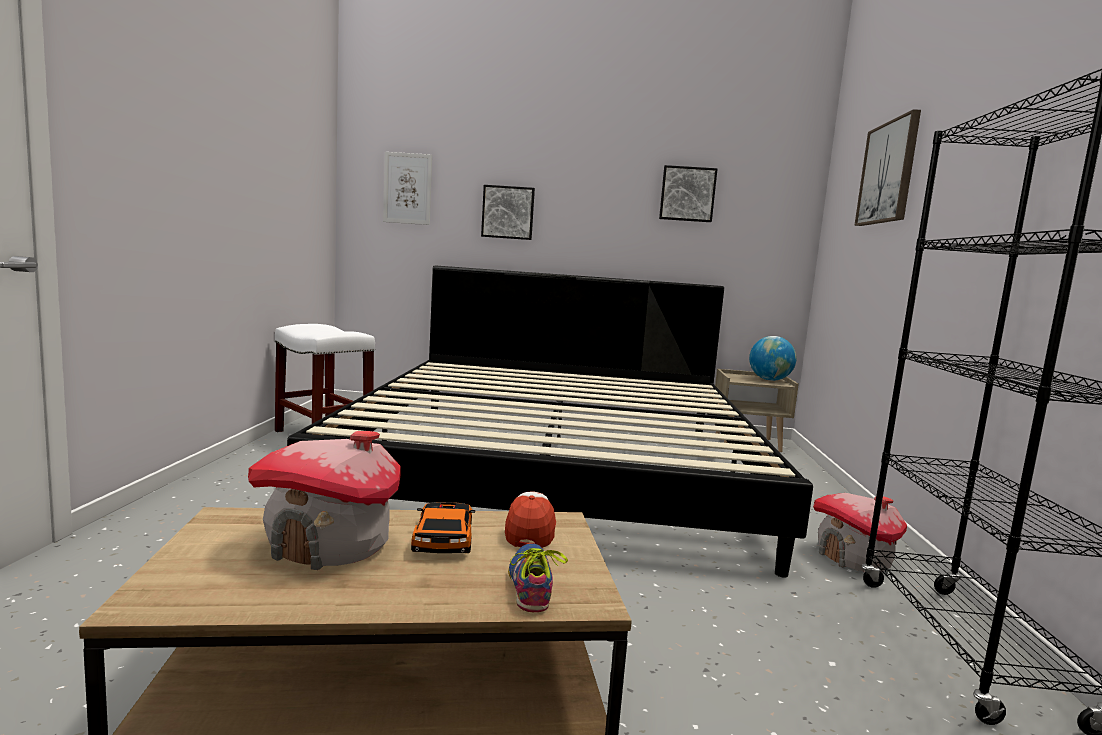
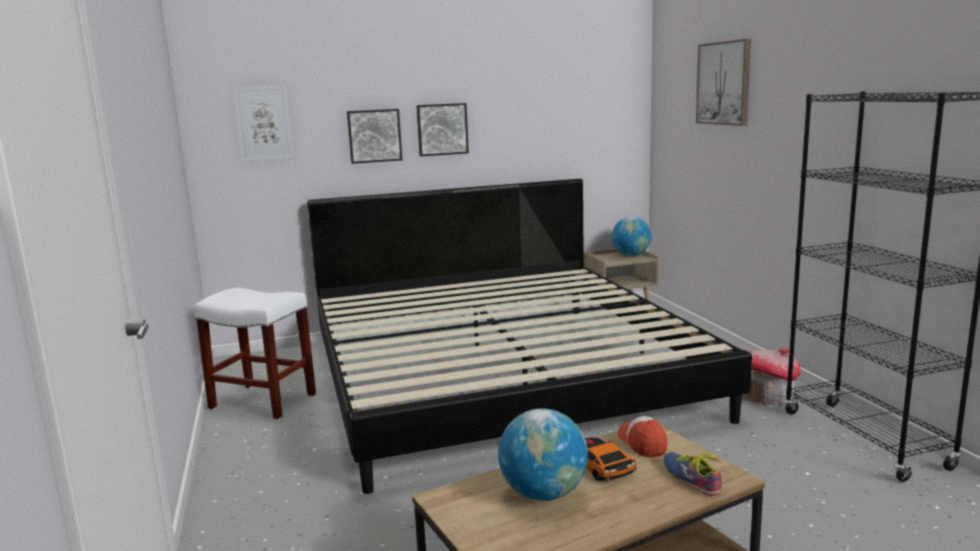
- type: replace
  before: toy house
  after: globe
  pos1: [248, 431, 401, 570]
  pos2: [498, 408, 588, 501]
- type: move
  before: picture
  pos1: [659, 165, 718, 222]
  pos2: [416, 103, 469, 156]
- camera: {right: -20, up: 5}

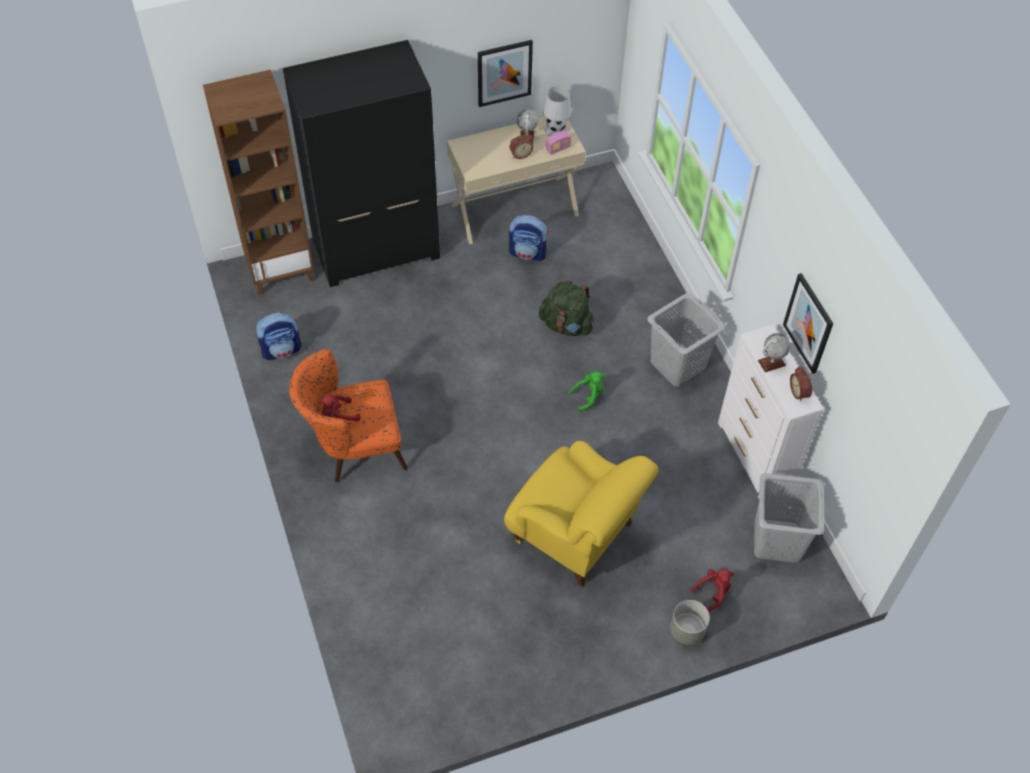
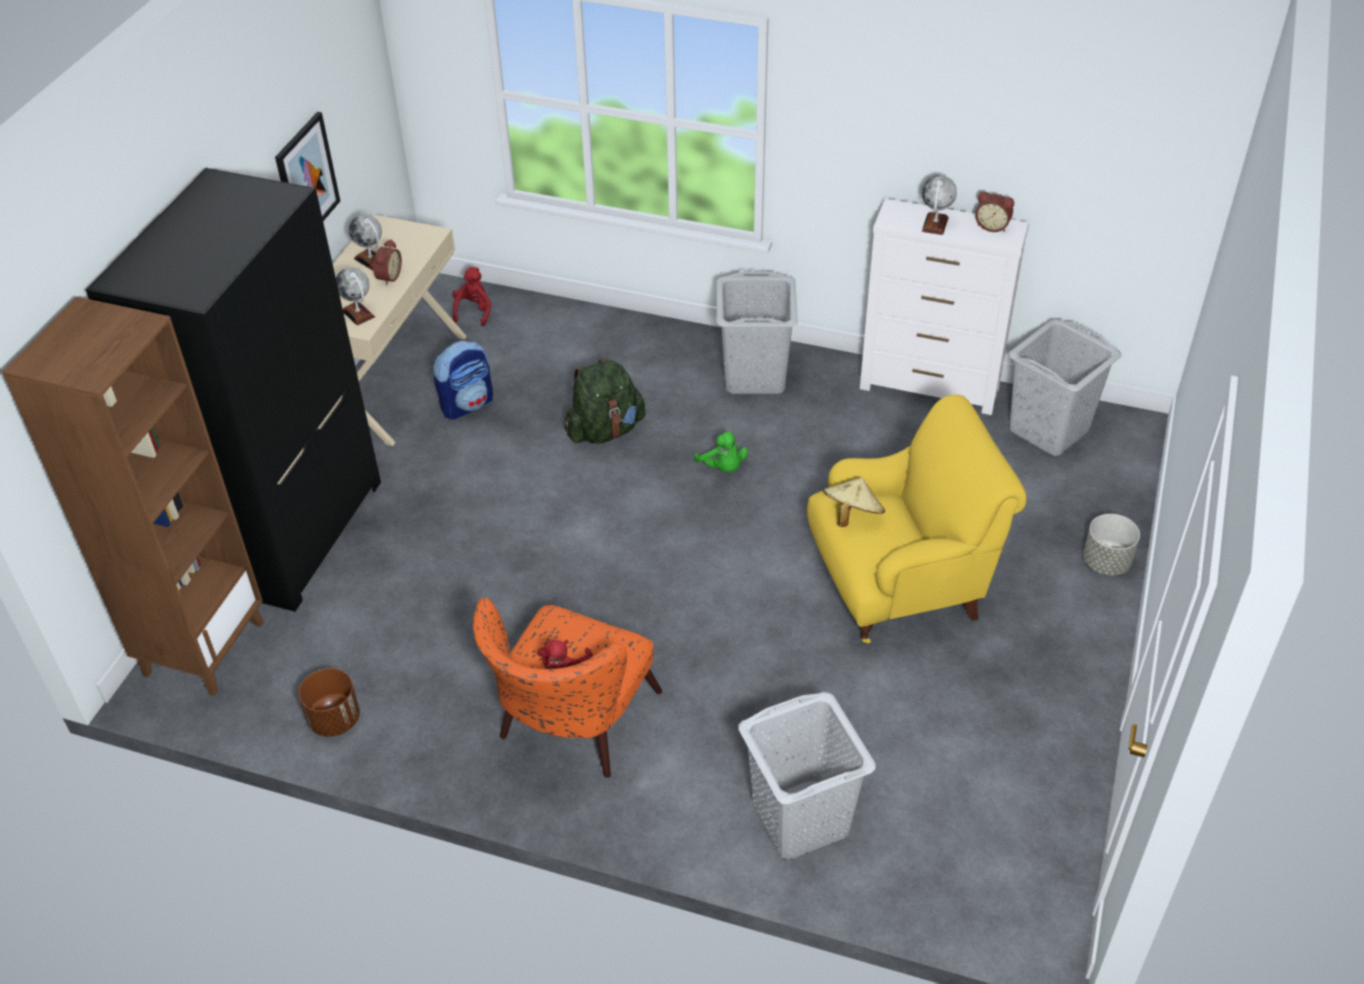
- type: replace
  before: backpack
  after: brown planter
  pos1: [256, 312, 302, 360]
  pos2: [298, 668, 360, 737]
- type: delete
  before: white table lamp
  pos1: [544, 86, 571, 136]
- type: delete
  before: radio
  pos1: [546, 131, 571, 155]
- type: rotate
  before: green plush toy
  pos1: [568, 371, 605, 412]
  pos2: [694, 430, 748, 472]
  turn: 135
- type: move
  before: red plush toy
  pos1: [691, 569, 734, 611]
  pos2: [453, 267, 491, 326]
- type: delete
  before: picture
  pos1: [783, 273, 833, 374]
- type: insert
  after: globe
  pos2: [336, 267, 375, 326]
- type: insert
  after: grey laundry basket
  pos2: [738, 692, 876, 859]
- type: insert
  after: beige hat
  pos2: [823, 477, 885, 527]
- camera: {right: -50, up: -10}

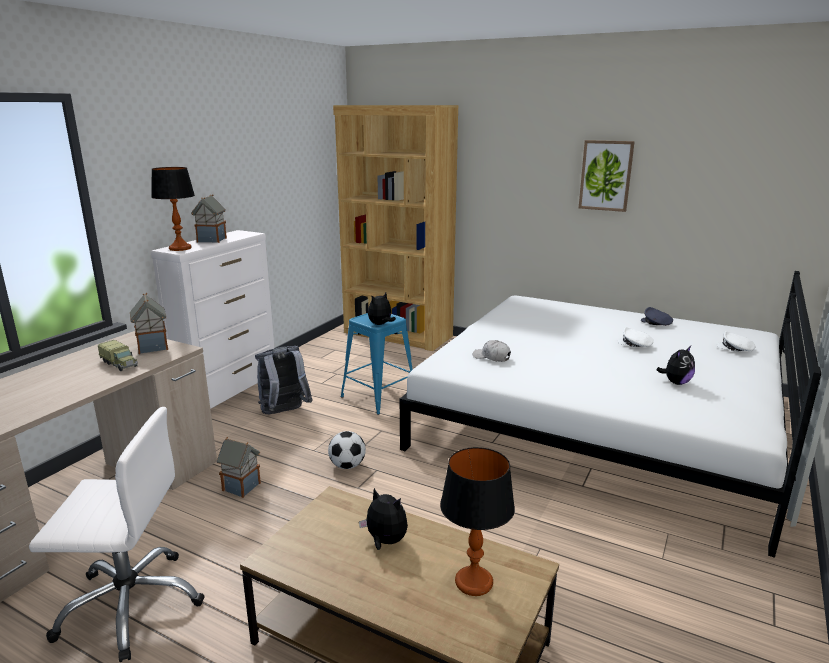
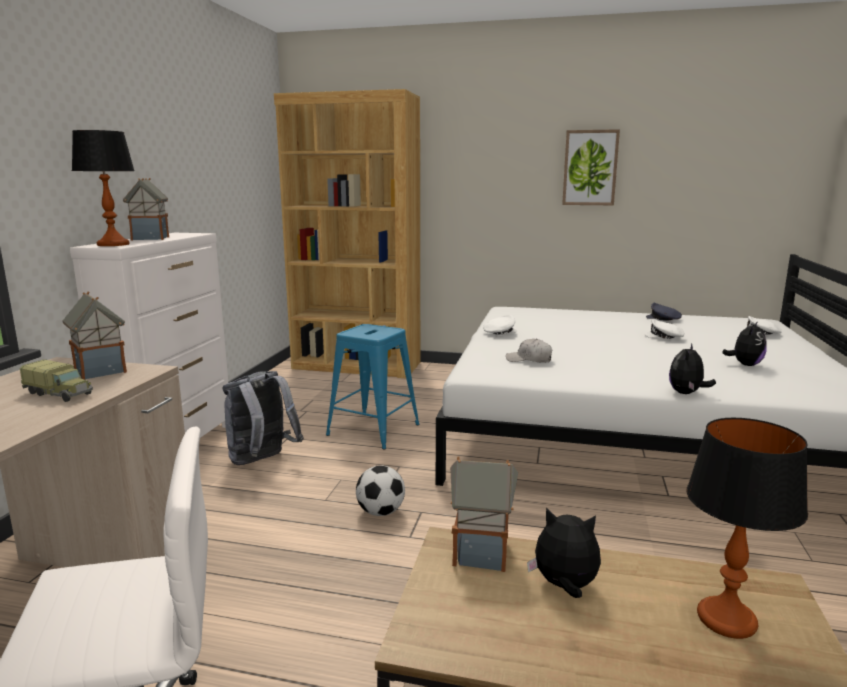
- type: move
  before: toy house
  pos1: [217, 437, 261, 498]
  pos2: [450, 456, 518, 572]
- type: move
  before: plush toy
  pos1: [368, 293, 396, 325]
  pos2: [669, 343, 716, 394]
- type: insert
  after: white cap
  pos2: [483, 315, 517, 335]
- camera: {right: -15, up: -5}

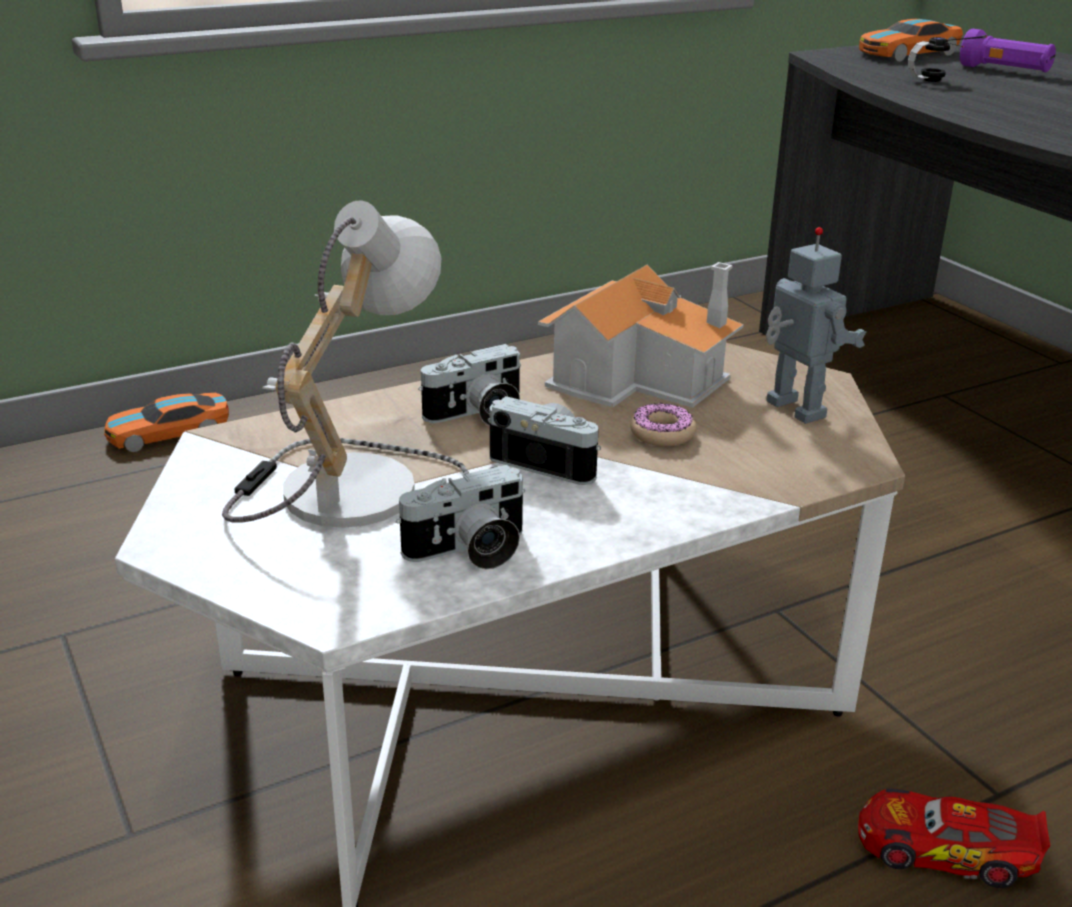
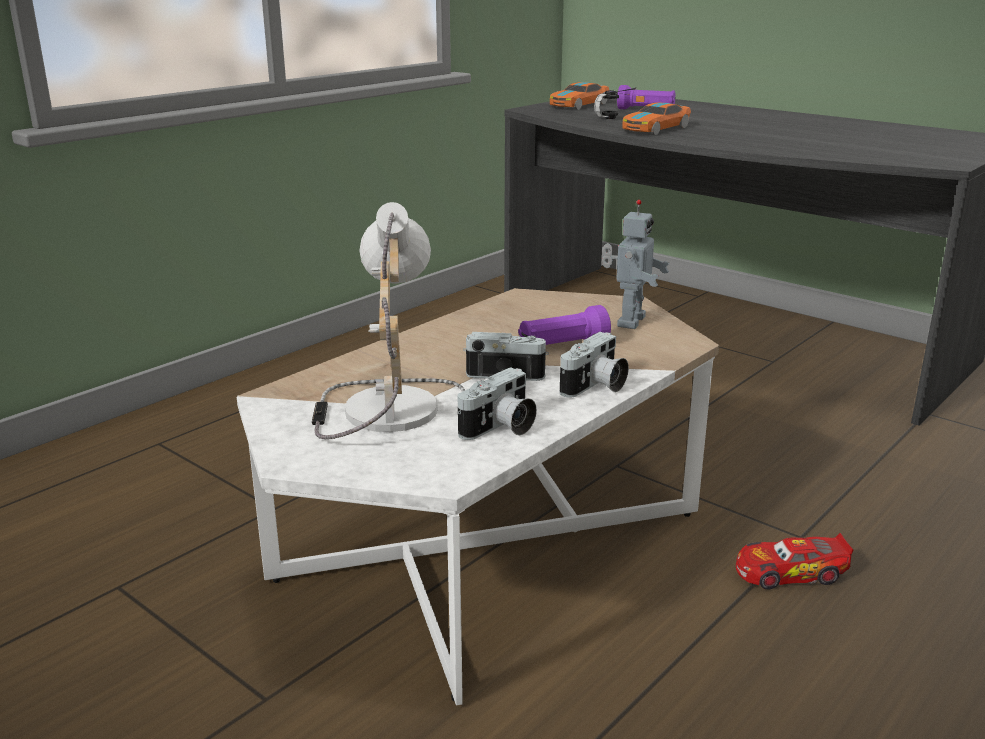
- type: move
  before: toy car
  pos1: [104, 393, 229, 452]
  pos2: [622, 102, 691, 135]
- type: move
  before: photo camera
  pos1: [418, 344, 521, 426]
  pos2: [560, 332, 629, 398]
- type: delete
  before: toy house
  pos1: [538, 262, 744, 408]
- type: replace
  before: donut
  after: purple flashlight
  pos1: [630, 403, 696, 446]
  pos2: [518, 305, 611, 345]
- type: rotate
  before: toy robot
  pos1: [766, 227, 867, 424]
  pos2: [602, 200, 669, 329]
  turn: 75
- camera: {right: -20, up: -5}

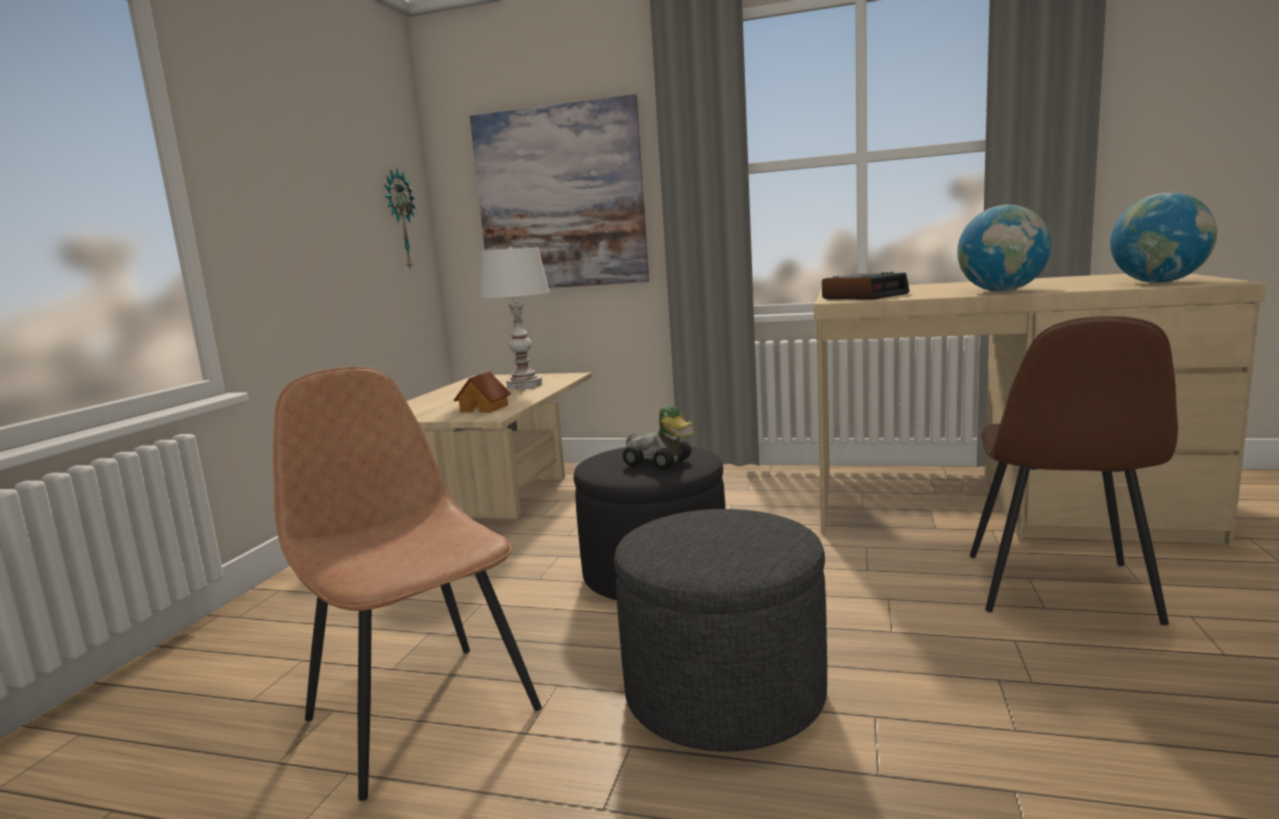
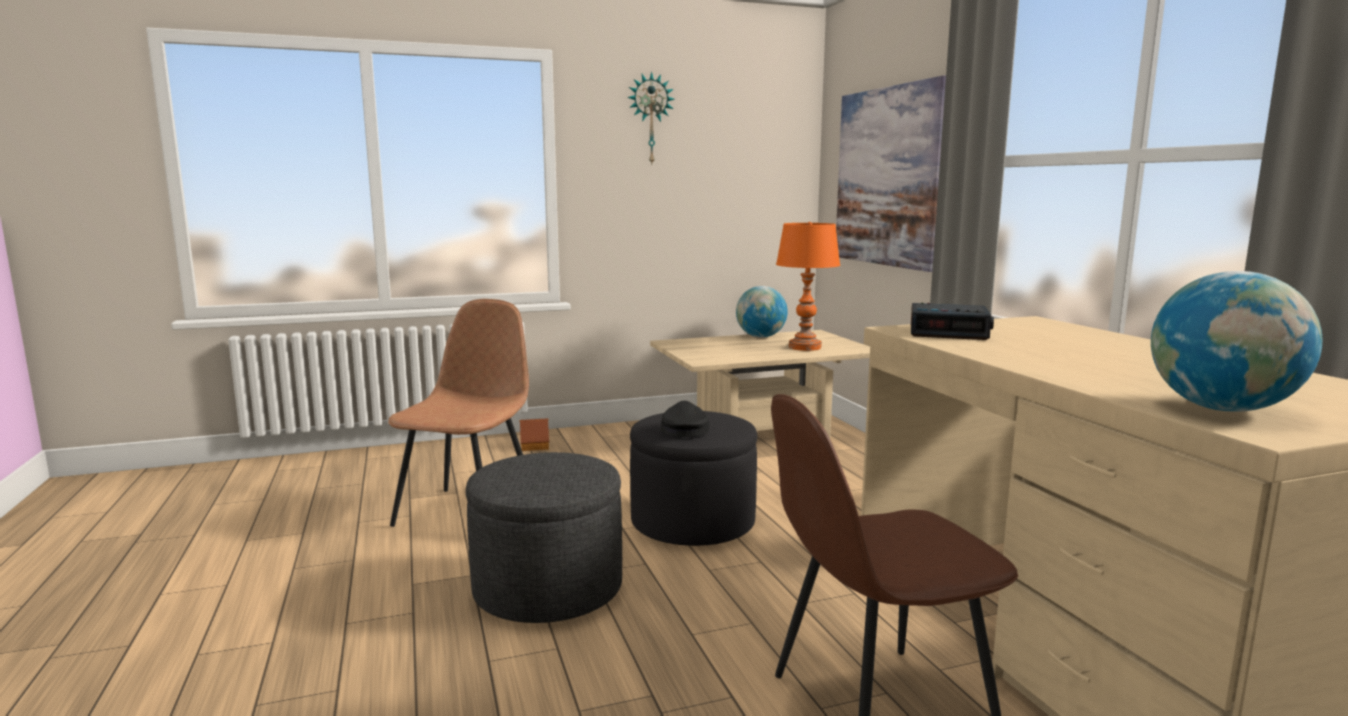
- type: move
  before: wall clock
  pos1: [384, 169, 416, 271]
  pos2: [627, 72, 674, 164]
- type: move
  before: toy house
  pos1: [454, 372, 511, 413]
  pos2: [519, 418, 549, 451]
- type: recolor
  before: white table lamp
  after: orange table lamp
  pos1: [479, 247, 550, 389]
  pos2: [776, 222, 840, 351]
- type: replace
  before: toy car
  after: black cap
  pos1: [623, 405, 695, 470]
  pos2: [661, 401, 709, 437]
- type: move
  before: globe
  pos1: [957, 205, 1051, 292]
  pos2: [736, 286, 788, 338]
- camera: {right: 55, up: 0}

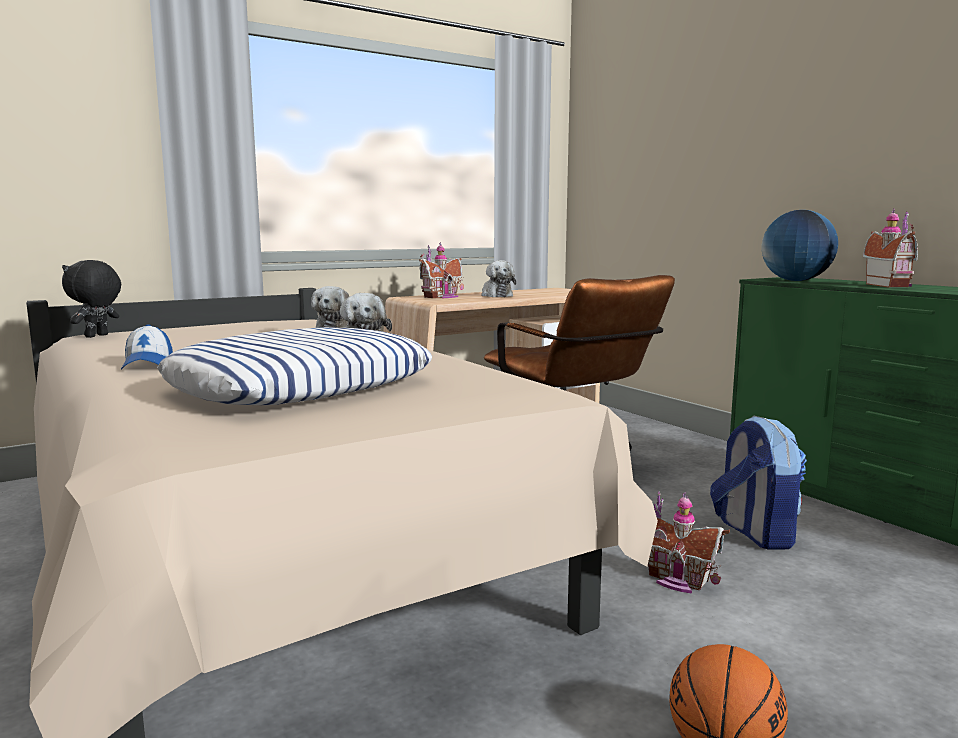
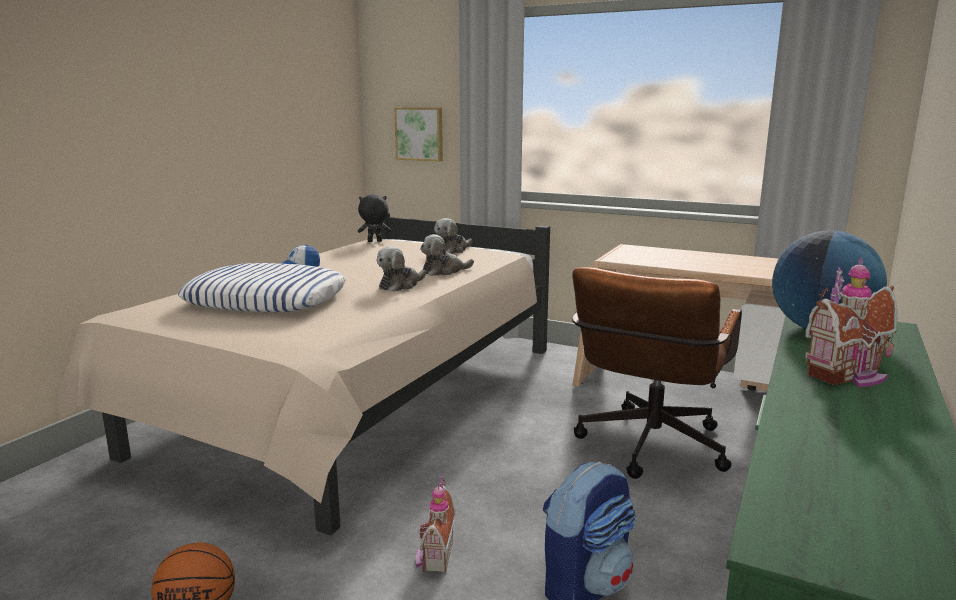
- type: delete
  before: toy house
  pos1: [419, 242, 464, 298]
- type: move
  before: plush toy
  pos1: [481, 260, 516, 297]
  pos2: [434, 218, 472, 254]
- type: insert
  after: picture
  pos2: [394, 107, 443, 162]
- camera: {right: 60, up: 5}

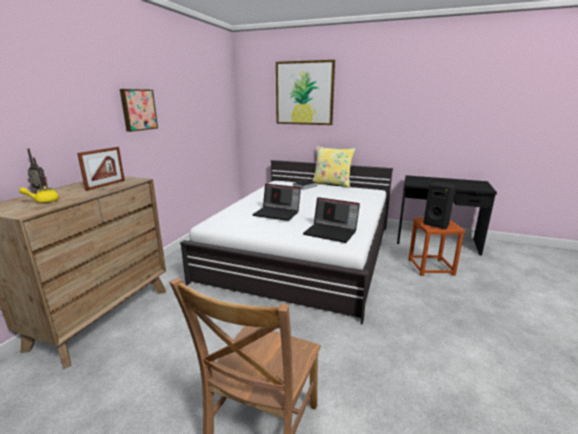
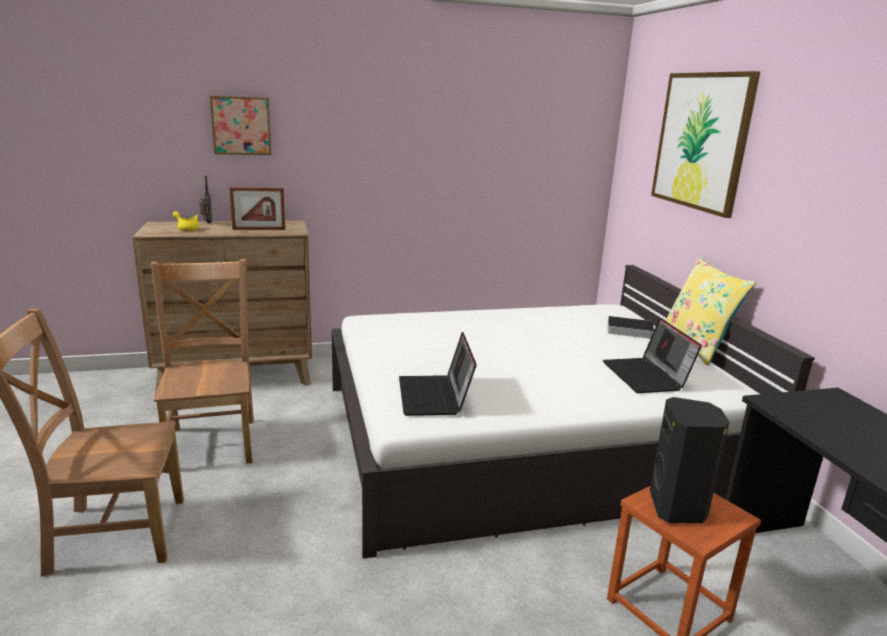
- type: move
  before: picture
  pos1: [120, 89, 158, 132]
  pos2: [210, 95, 271, 155]
- type: move
  before: laptop
  pos1: [252, 184, 301, 221]
  pos2: [603, 318, 702, 393]
- type: insert
  after: brown chair
  pos2: [151, 259, 254, 473]
- camera: {right: 55, up: 0}

